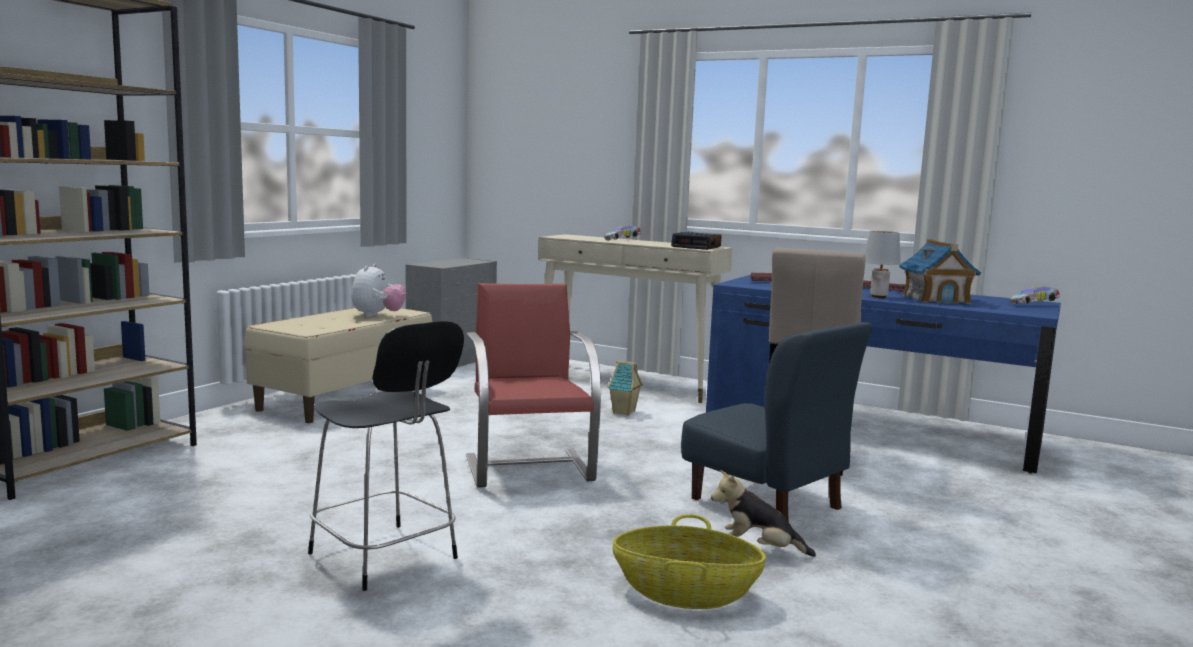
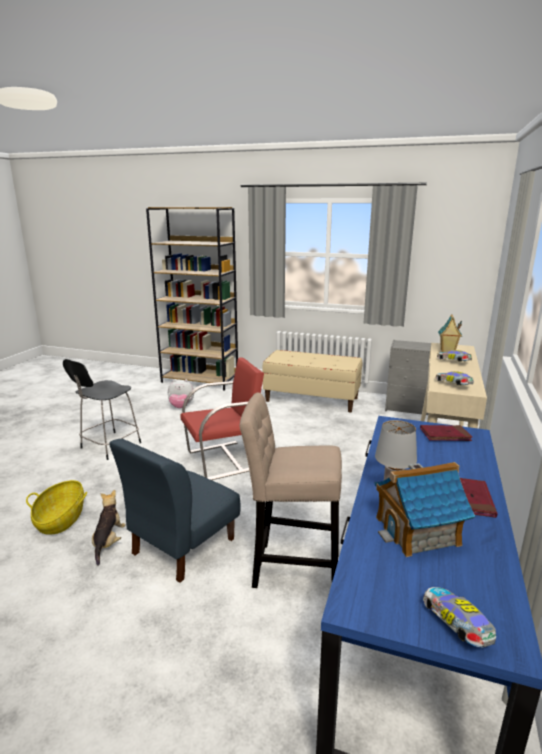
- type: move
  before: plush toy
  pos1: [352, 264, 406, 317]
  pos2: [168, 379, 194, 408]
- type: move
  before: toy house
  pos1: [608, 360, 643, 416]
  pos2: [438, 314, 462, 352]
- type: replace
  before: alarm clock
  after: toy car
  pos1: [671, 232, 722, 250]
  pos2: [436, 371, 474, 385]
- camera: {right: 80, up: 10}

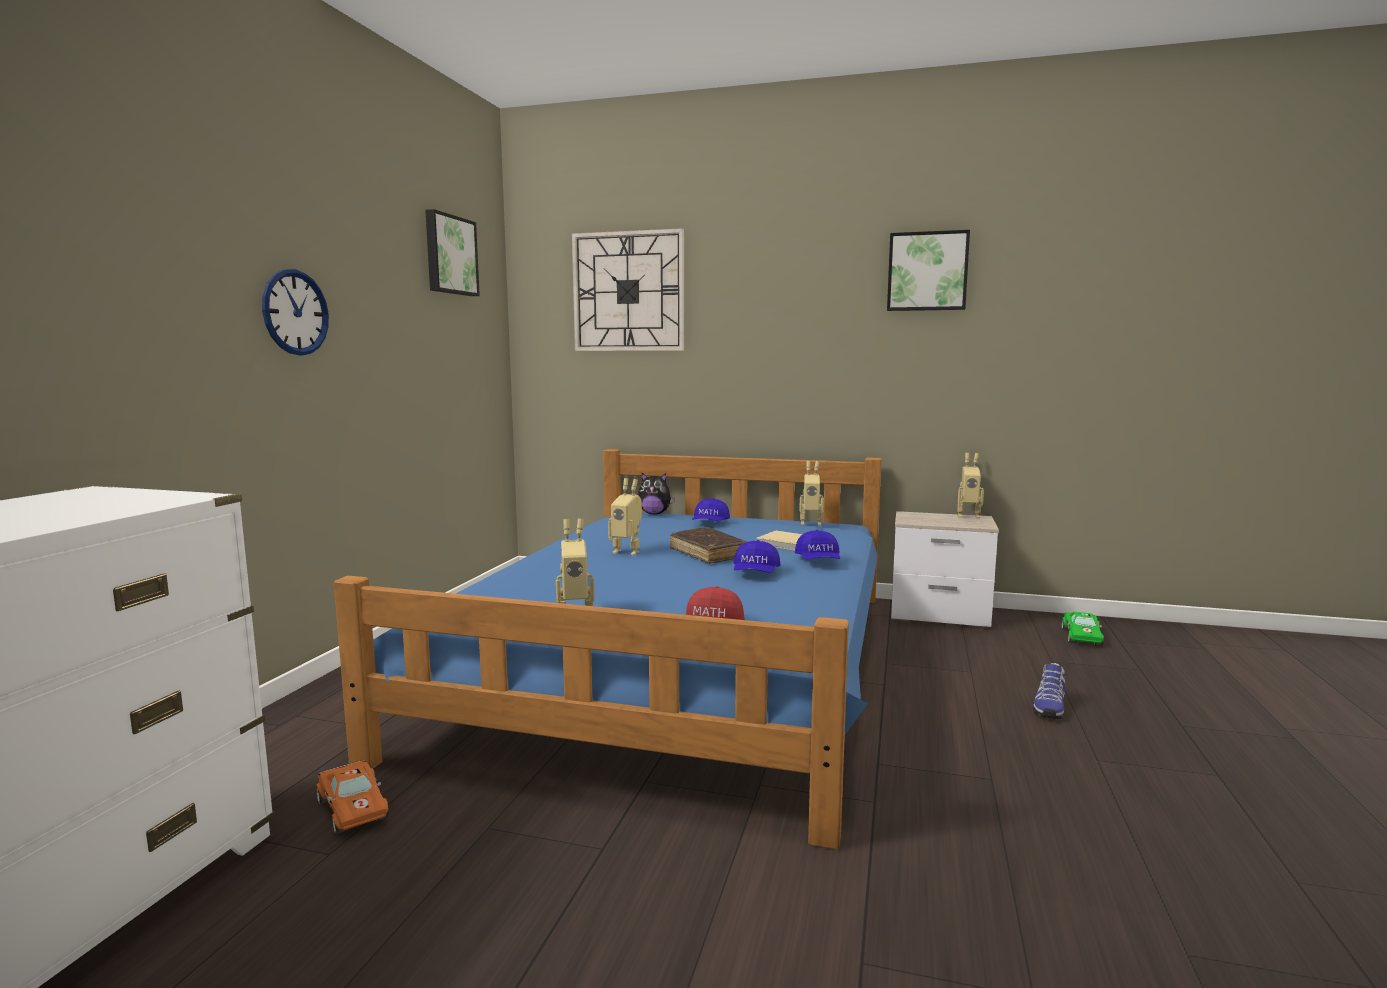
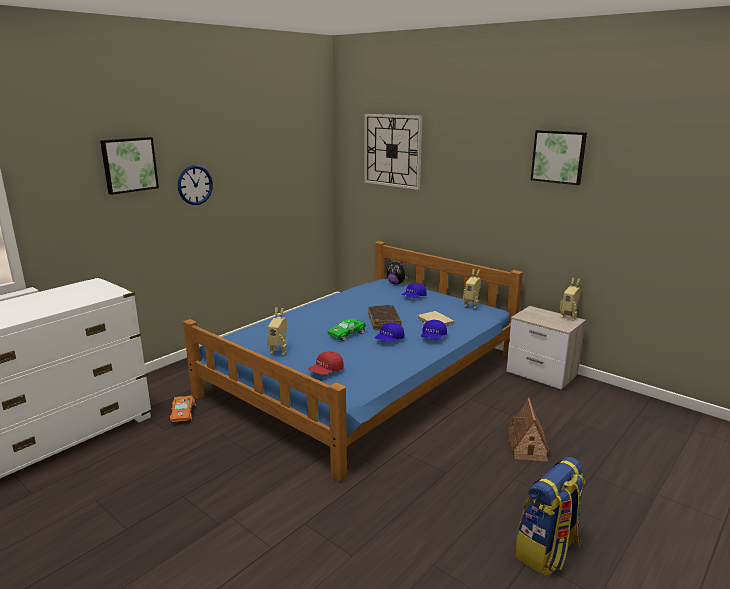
- type: move
  before: picture
  pos1: [425, 209, 480, 296]
  pos2: [100, 137, 159, 195]
- type: delete
  before: toy robot
  pos1: [608, 478, 642, 555]
- type: replace
  before: shoe
  after: toy house
  pos1: [1033, 663, 1066, 719]
  pos2: [508, 398, 550, 462]
- type: move
  before: green toy car
  pos1: [1062, 612, 1104, 646]
  pos2: [328, 319, 366, 341]
- type: insert
  after: backpack
  pos2: [515, 457, 585, 576]
- camera: {right: 25, up: 10}

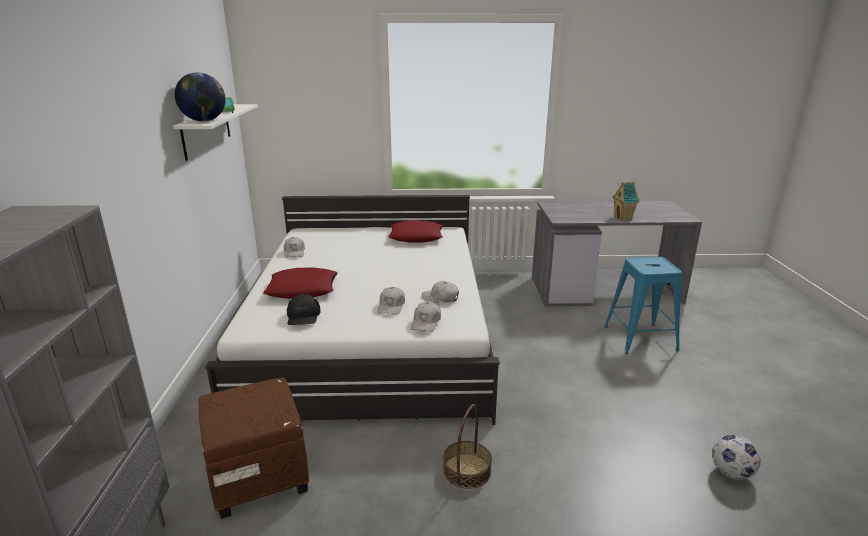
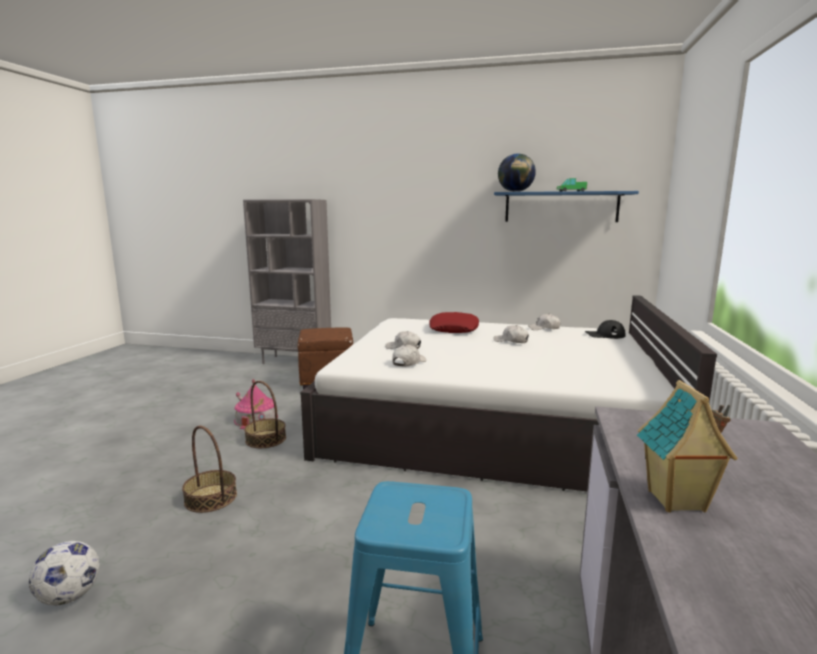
- type: recolor
  before: white shelf
  after: blue shelf
  pos1: [173, 104, 258, 161]
  pos2: [494, 191, 639, 222]
- type: move
  before: black cap
  pos1: [287, 294, 321, 325]
  pos2: [585, 320, 626, 339]
- type: delete
  before: red pillow
  pos1: [388, 220, 443, 242]
- type: move
  before: white cap
  pos1: [411, 302, 441, 332]
  pos2: [493, 325, 529, 343]
- type: insert
  after: basket
  pos2: [182, 426, 237, 513]
- type: insert
  after: toy house
  pos2: [234, 379, 278, 429]
- camera: {right: 105, up: -10}

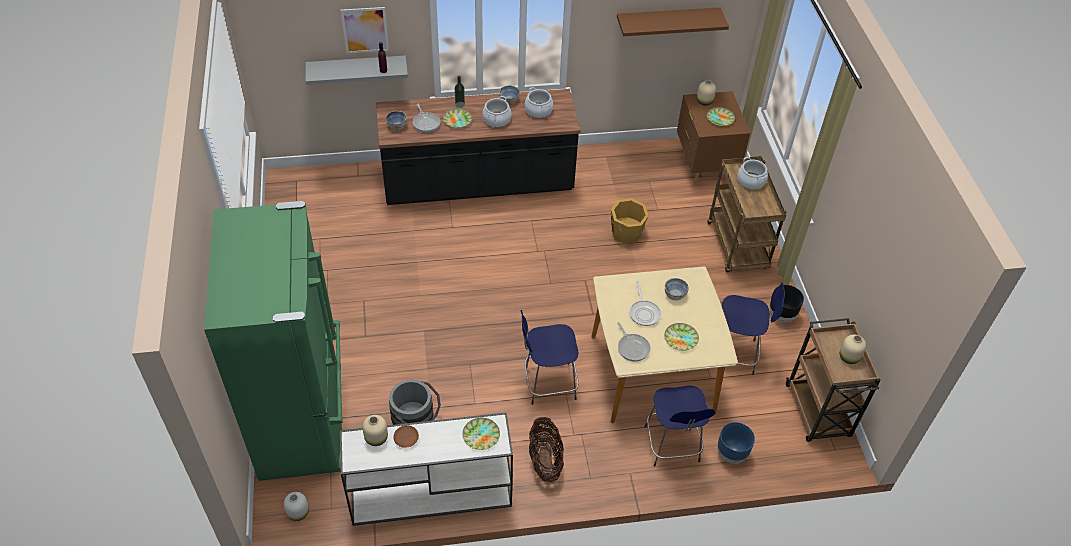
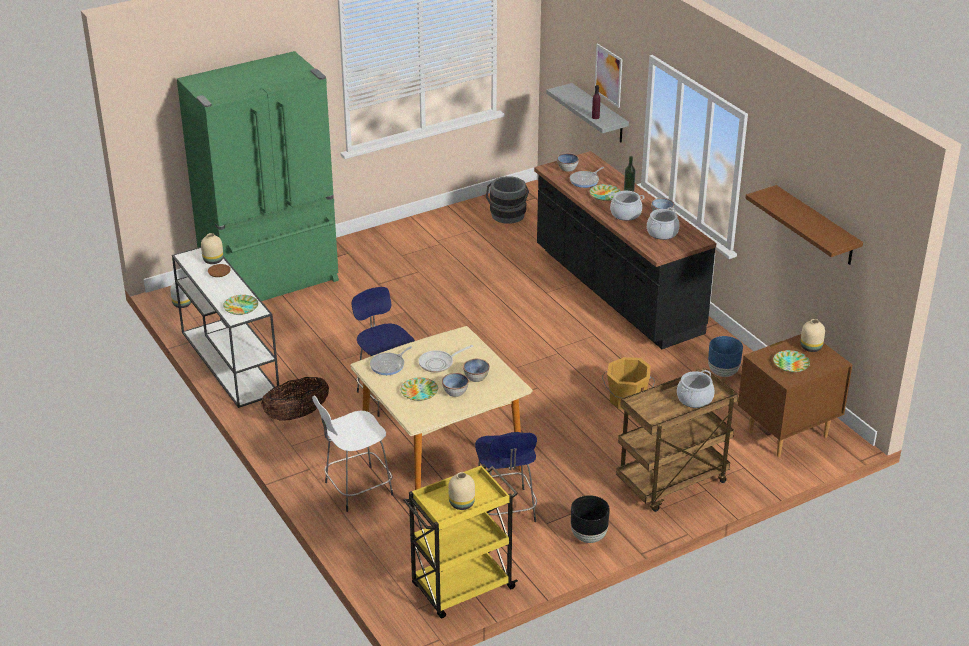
- type: move
  before: grey bucket
  pos1: [389, 379, 441, 425]
  pos2: [486, 176, 529, 224]
- type: recolor
  before: blue stool
  after: white stool
  pos1: [645, 385, 716, 467]
  pos2: [312, 395, 393, 512]
- type: move
  before: blue planter
  pos1: [717, 422, 755, 464]
  pos2: [708, 336, 743, 377]
- type: recolor
  before: brown cart
  after: yellow cart
  pos1: [786, 318, 881, 442]
  pos2: [403, 464, 518, 618]
- type: insert
  after: bowl
  pos2: [442, 373, 469, 397]
- camera: {right: 70, up: -15}

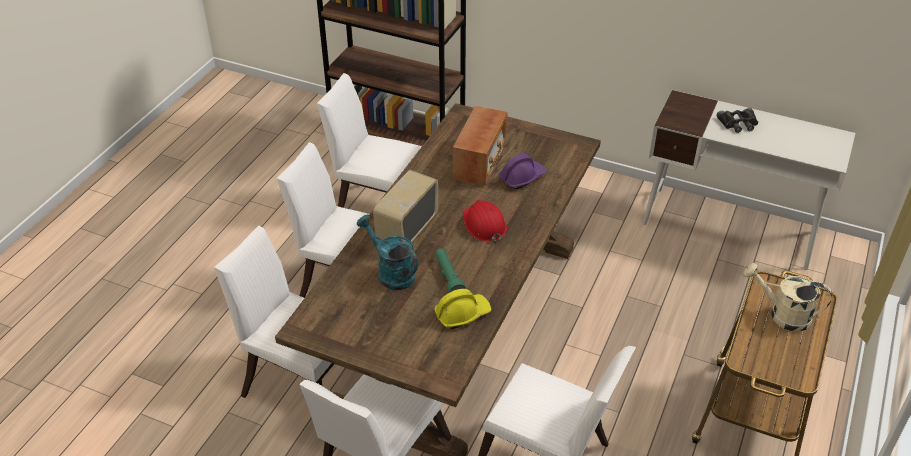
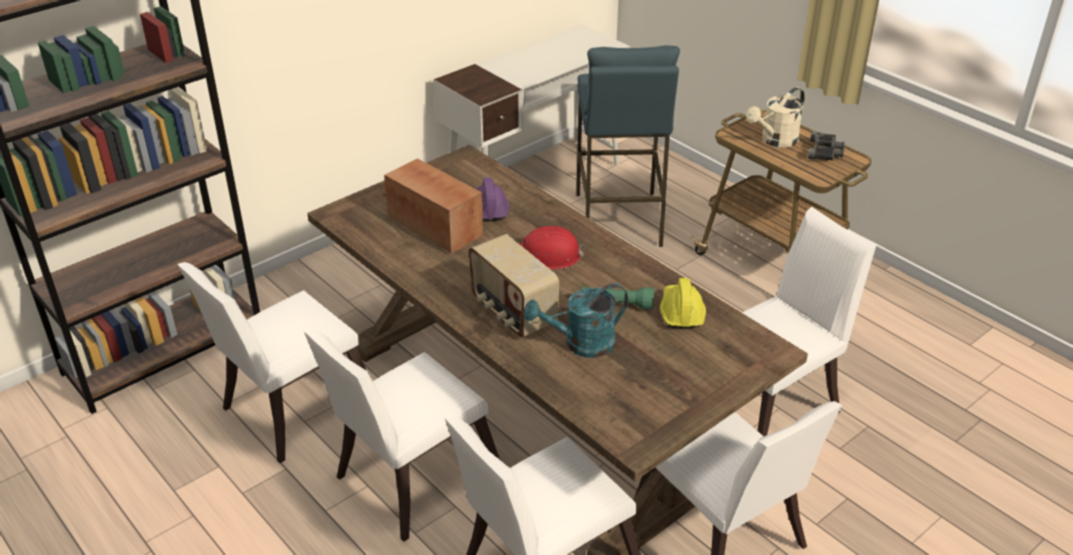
- type: move
  before: black binoculars
  pos1: [716, 108, 758, 133]
  pos2: [808, 131, 845, 161]
- type: insert
  after: blue stool
  pos2: [576, 45, 680, 247]
- camera: {right: -65, up: -5}

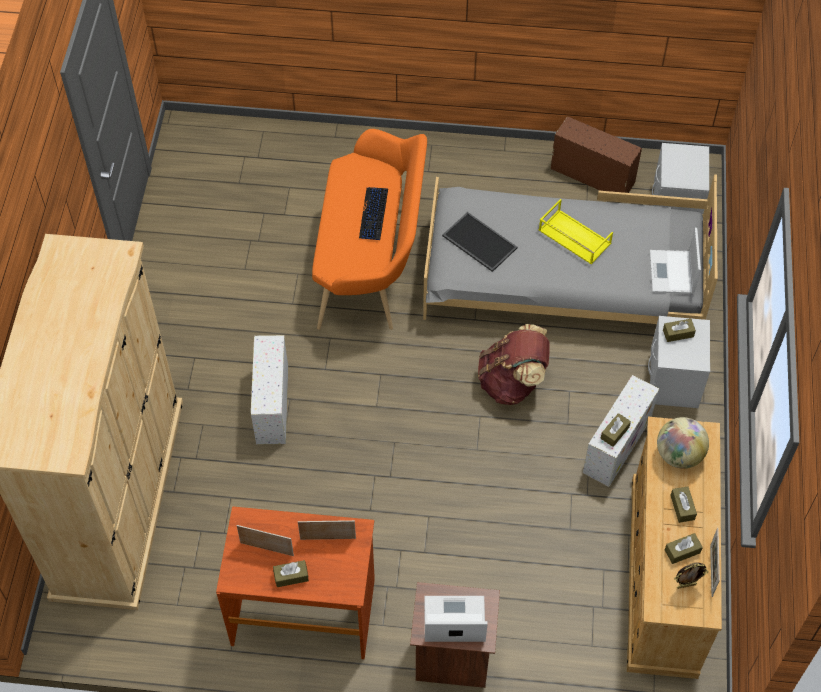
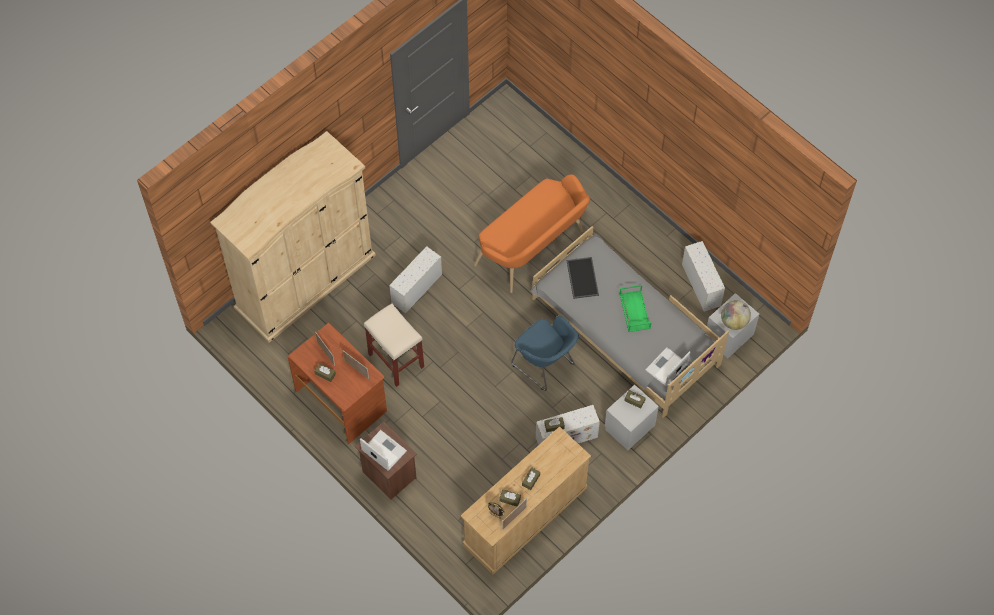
- type: delete
  before: keyboard
  pos1: [359, 187, 388, 241]
- type: replace
  before: brown backpack
  after: blue armchair
  pos1: [478, 324, 550, 405]
  pos2: [511, 316, 579, 391]
- type: recolor
  before: yellow tray
  after: green tray
  pos1: [539, 199, 613, 265]
  pos2: [620, 285, 651, 332]
- type: recolor
  before: brown storage box
  after: white storage box
  pos1: [551, 117, 642, 193]
  pos2: [682, 241, 725, 312]
- type: move
  before: globe
  pos1: [657, 417, 709, 469]
  pos2: [721, 300, 751, 330]
- type: insert
  after: beige stool
  pos2: [364, 303, 424, 387]
- camera: {right: 40, up: 5}

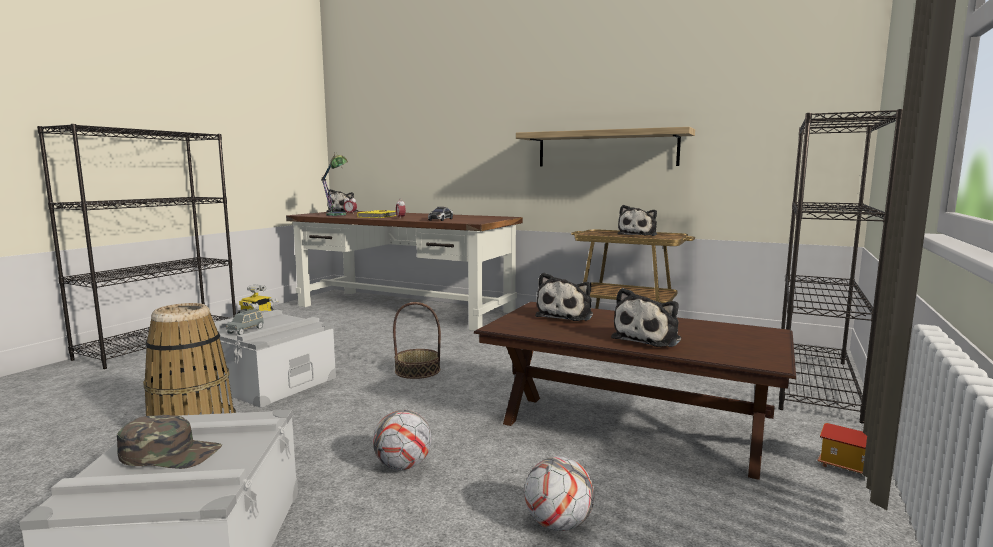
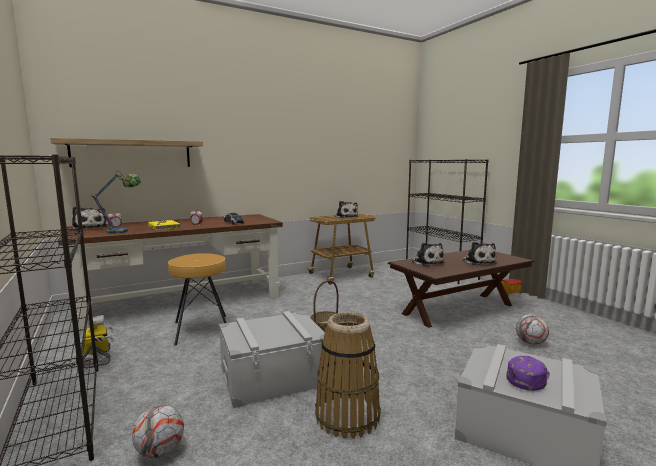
- type: recolor
  before: green cap
  after: purple cap
  pos1: [117, 415, 222, 469]
  pos2: [506, 356, 550, 391]
- type: delete
  before: grey toy car
  pos1: [226, 308, 264, 335]
- type: move
  before: football
  pos1: [373, 410, 432, 470]
  pos2: [132, 405, 184, 458]
- type: move
  before: shelf
  pos1: [516, 127, 695, 167]
  pos2: [50, 138, 203, 167]
- type: insert
  after: brown stool
  pos2: [168, 253, 227, 346]
- camera: {right: -55, up: 0}

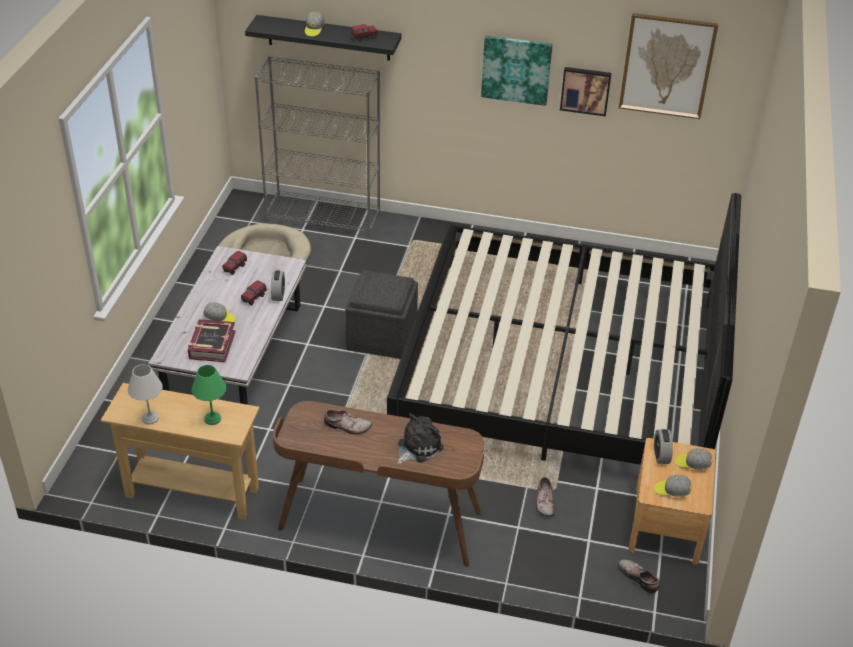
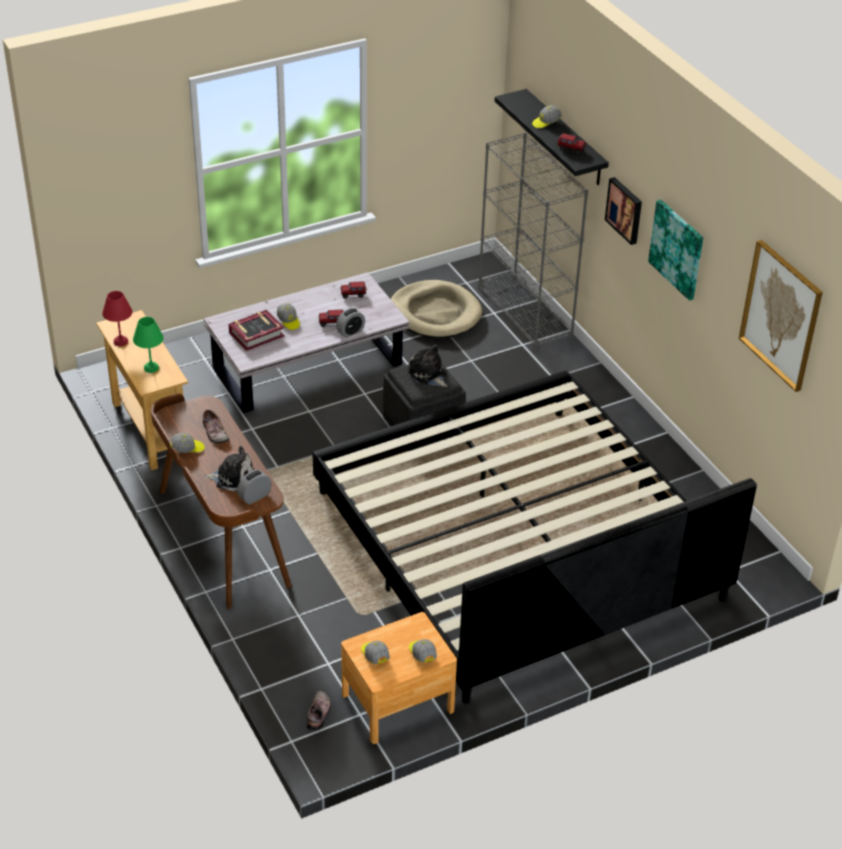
- type: recolor
  before: white table lamp
  after: red table lamp
  pos1: [128, 364, 163, 425]
  pos2: [102, 291, 132, 346]
- type: delete
  before: shoe
  pos1: [536, 477, 554, 517]
- type: move
  before: picture
  pos1: [560, 67, 612, 116]
  pos2: [605, 177, 642, 245]
- type: move
  before: alarm clock
  pos1: [654, 429, 673, 464]
  pos2: [237, 470, 272, 504]
- type: insert
  after: cap
  pos2: [170, 433, 205, 453]
- type: insert
  after: plush toy
  pos2: [408, 344, 448, 387]
- camera: {right: 50, up: 0}

